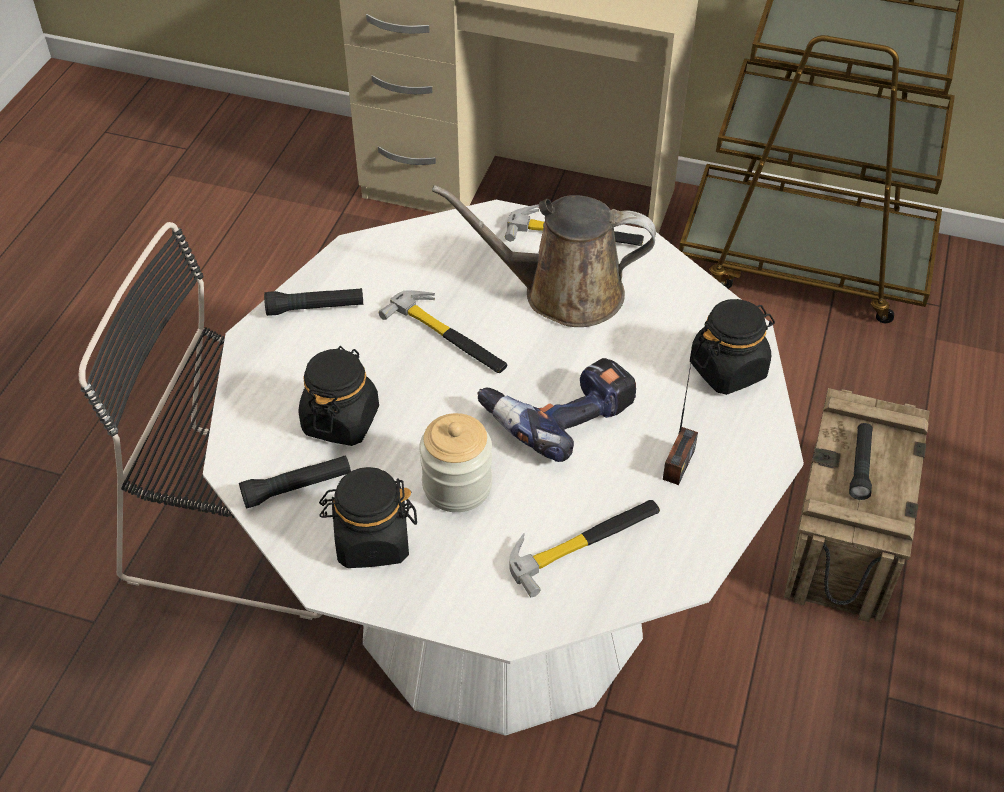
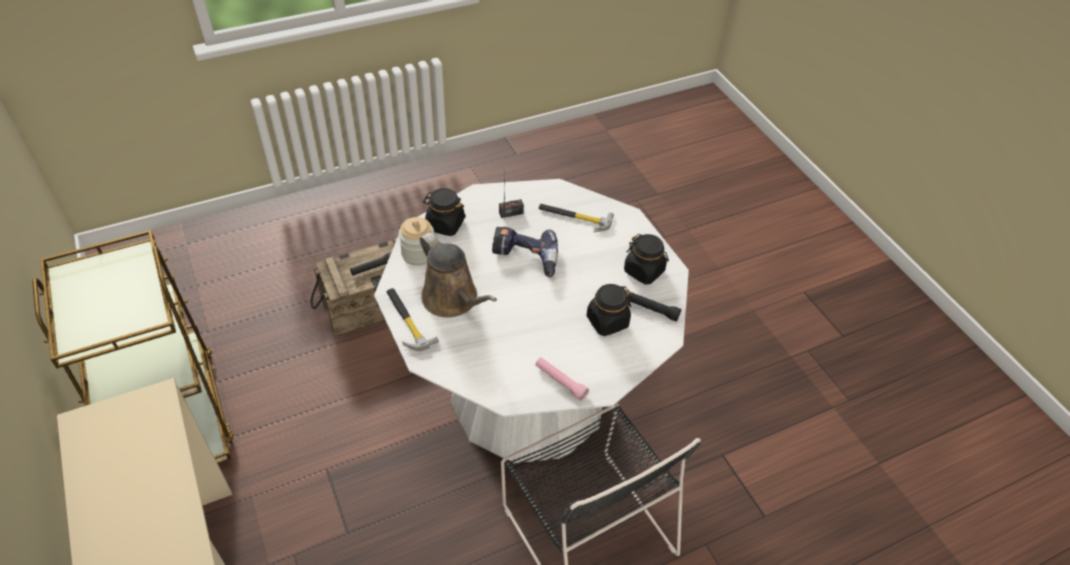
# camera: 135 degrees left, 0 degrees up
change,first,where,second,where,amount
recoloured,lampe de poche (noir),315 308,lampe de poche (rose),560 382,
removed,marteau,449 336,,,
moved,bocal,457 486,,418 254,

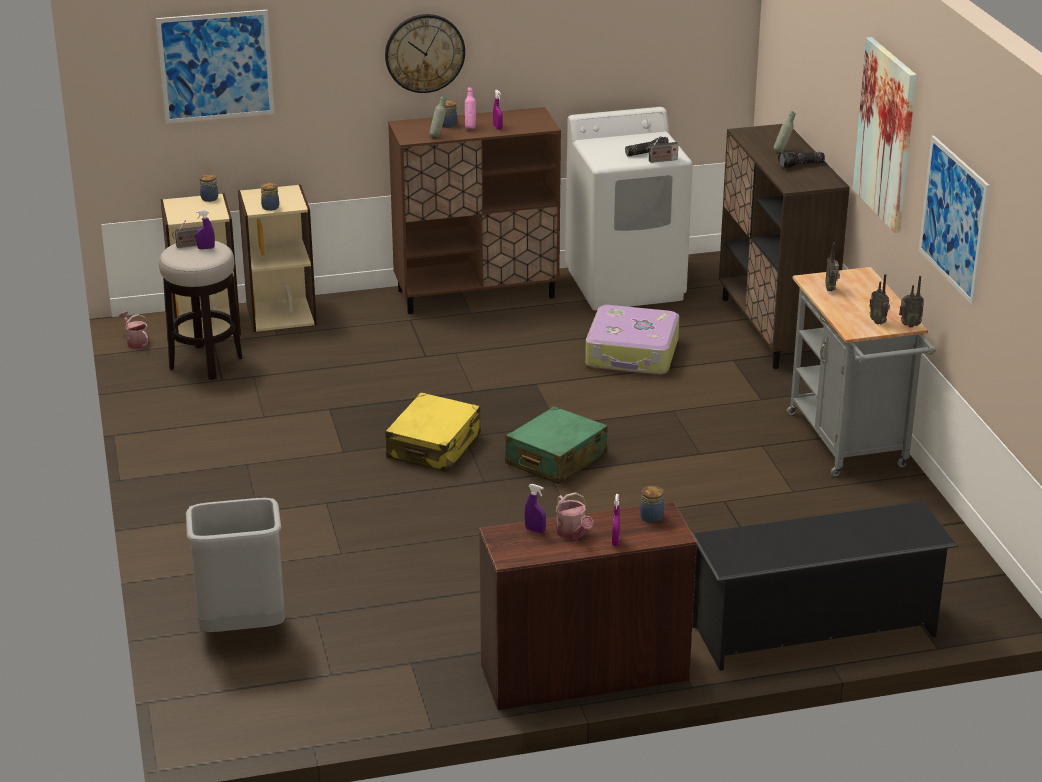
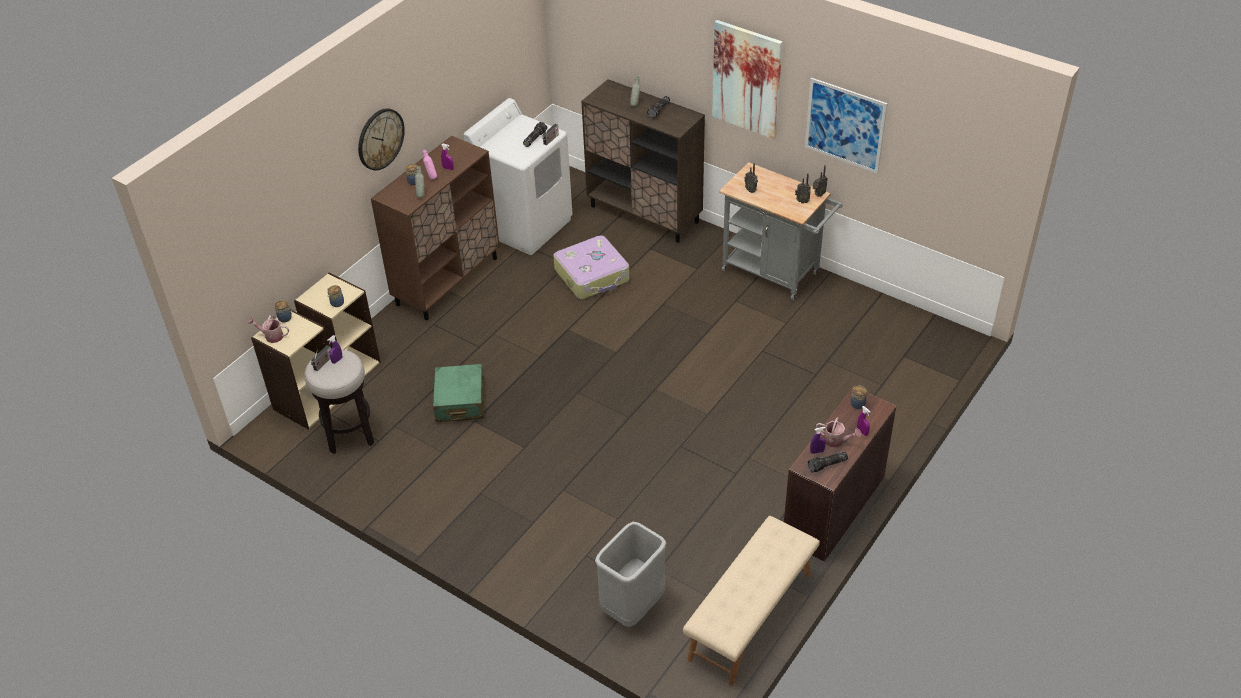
# camera: 40 degrees left, 15 degrees up
change,first,where,second,where,amount
removed,tableau,216 66,,,
moved,arrosoir,136 342,,271 336,
removed,valise (jaune),434 446,,,
moved,valise (vert),555 459,,460 401,
removed,étagère à chaussures (noir),814 631,,,
added,,,lampe de poche,827 465,
added,,,banc (beige),751 617,

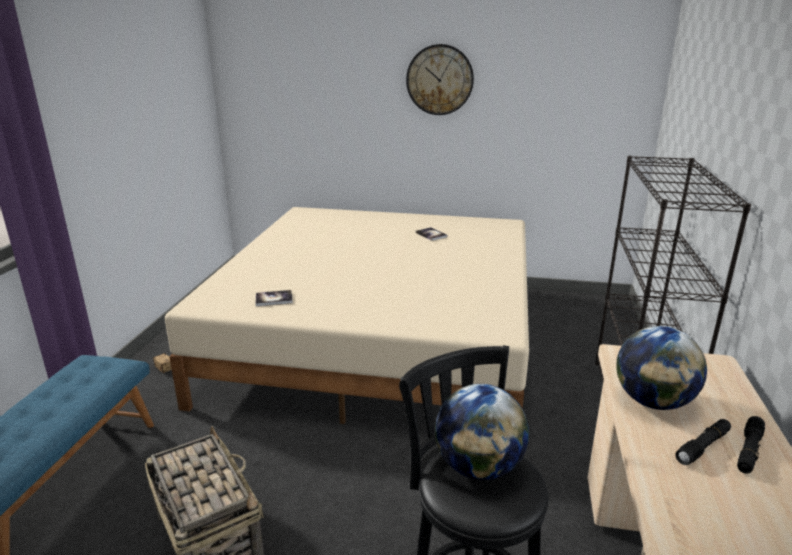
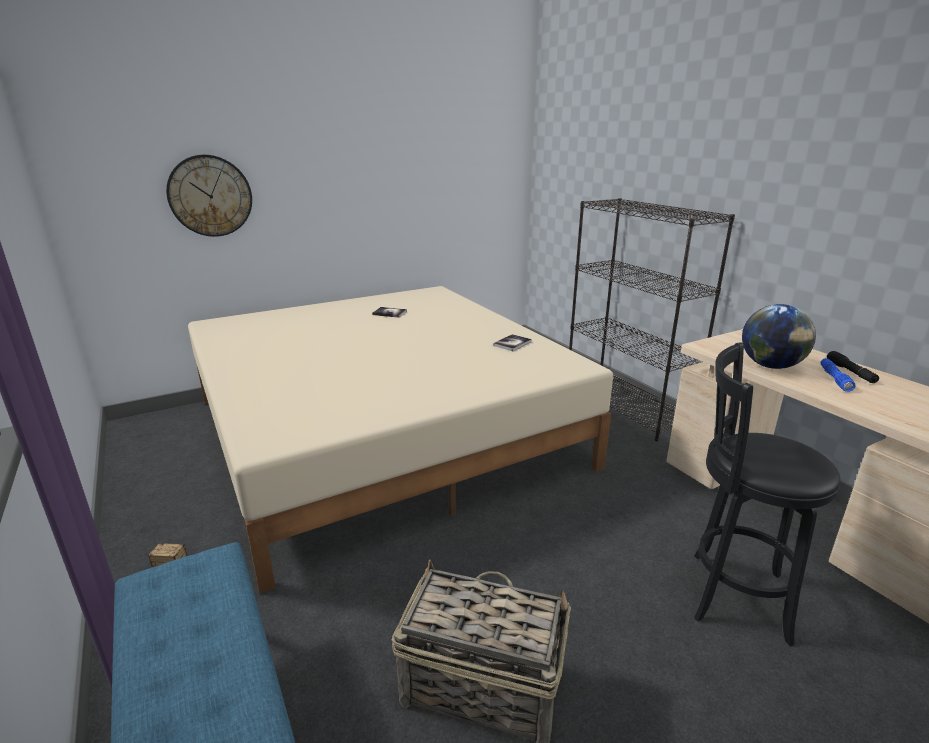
# camera: 40 degrees left, 0 degrees up
change,first,where,second,where,amount
moved,horloge murale,439 80,,210 196,
moved,livre,274 299,,512 343,
removed,globe,479 467,,,
recoloured,lampe de poche (noir),703 447,lampe de poche (bleu),834 379,

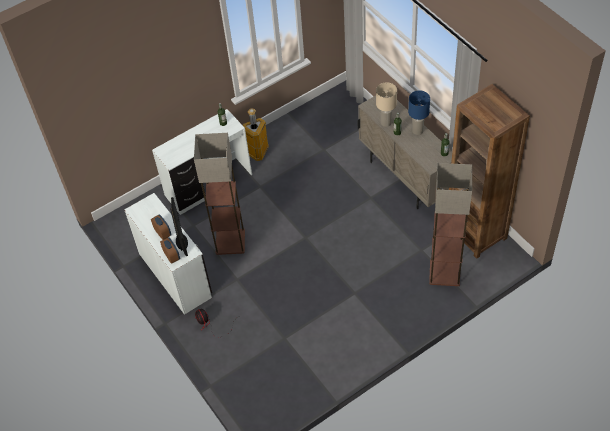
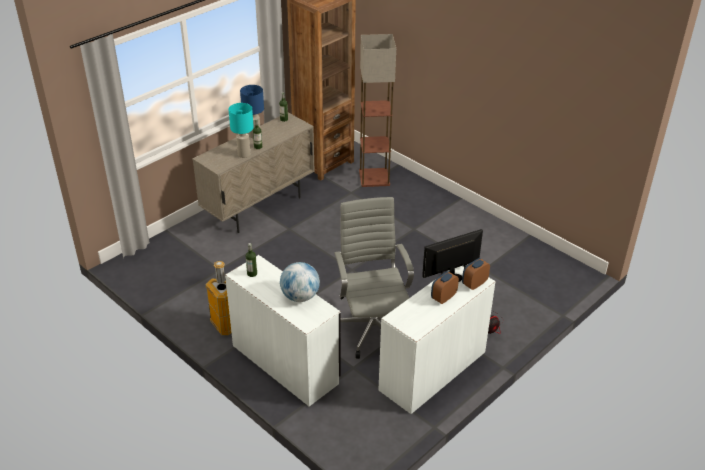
# camera: 105 degrees left, 15 degrees down
change,first,where,second,where,amount
recoloured,lampe de table (beige),386 123,lampe de table (turquoise),244 154,
replaced,lampadaire,231 242,chaise de bureau (gris),372 328,
added,,,globe,300 296,

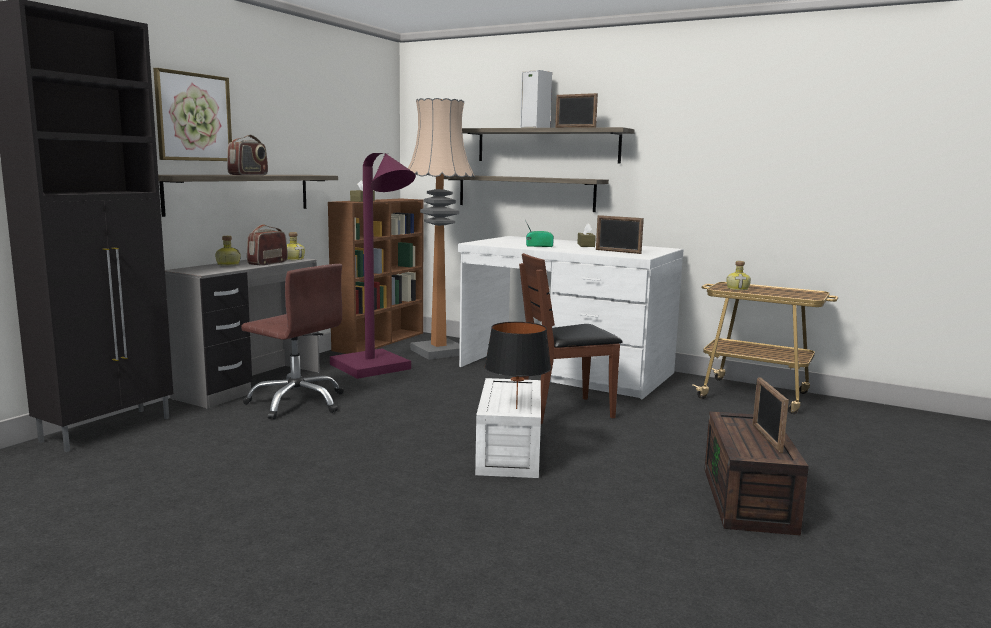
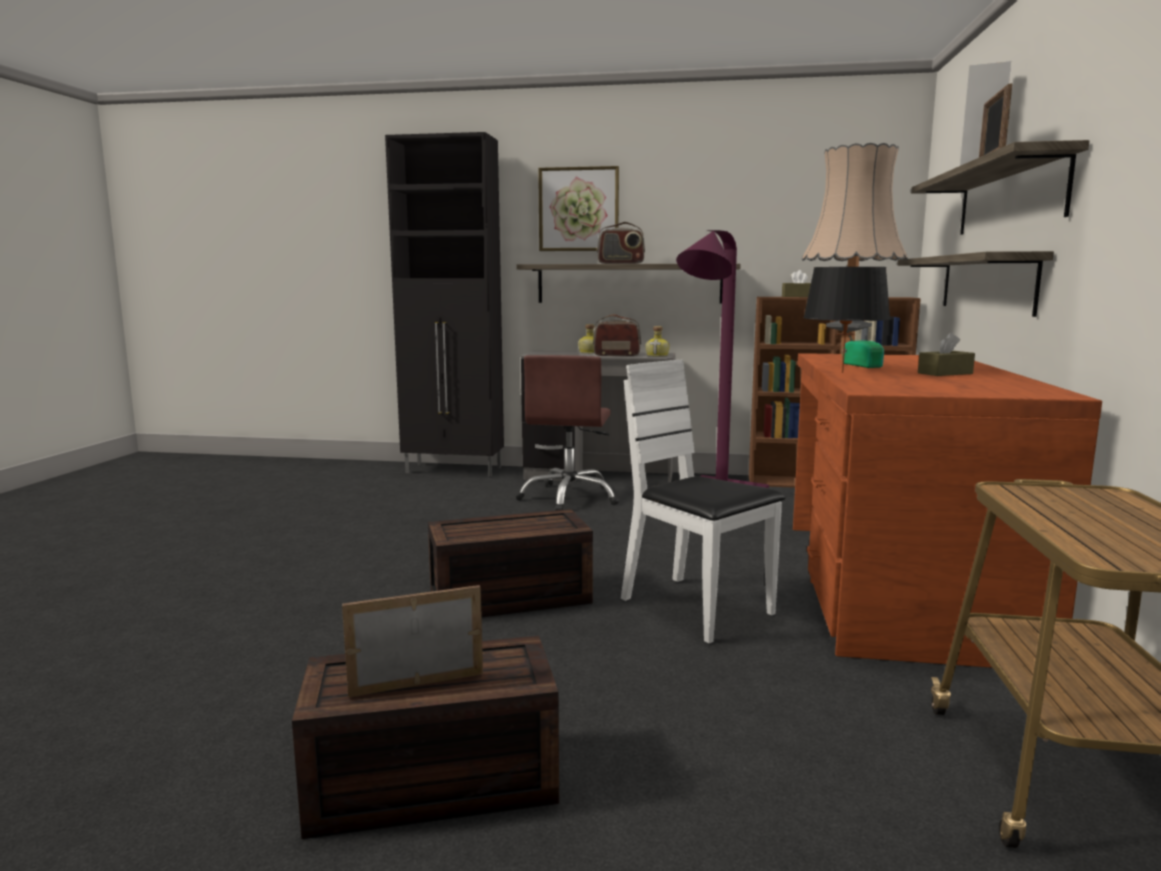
# camera: 70 degrees right, 0 degrees up
change,first,where,second,where,amount
removed,cadre photo,618 251,,,
recoloured,bureau (blanc),566 370,bureau (marron),896 585,
recoloured,chaise (marron),565 411,chaise (blanc),695 608,
removed,bouteille,738 289,,,
moved,lampe de table (noir),516 409,,842 372,
recoloured,boîte de rangement (blanc),511 453,boîte de rangement (marron),508 598,

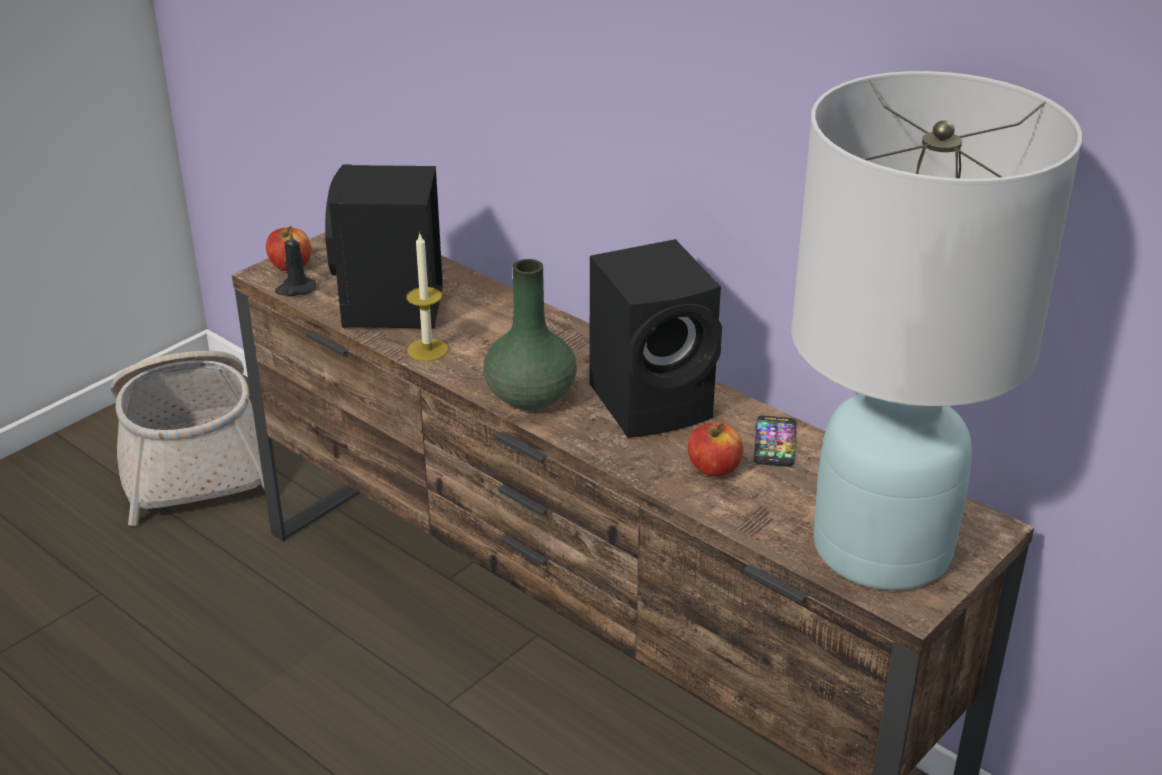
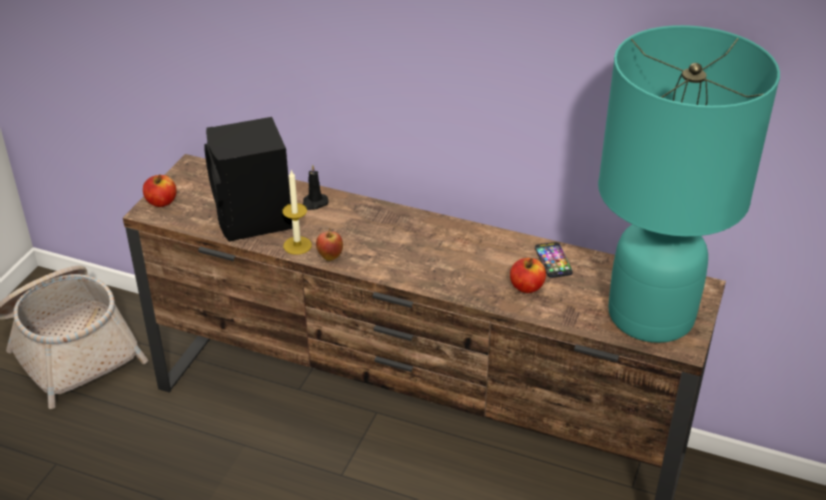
# camera: 20 degrees left, 5 degrees up
change,first,where,second,where,amount
recoloured,lampe de table (blanc),881 548,lampe de table (turquoise),650 316,
moved,bougie (noir),295 289,,314 203,
removed,enceinte (noir),655 402,,,
removed,vase (vert),531 397,,,
added,,,pomme,330 257,

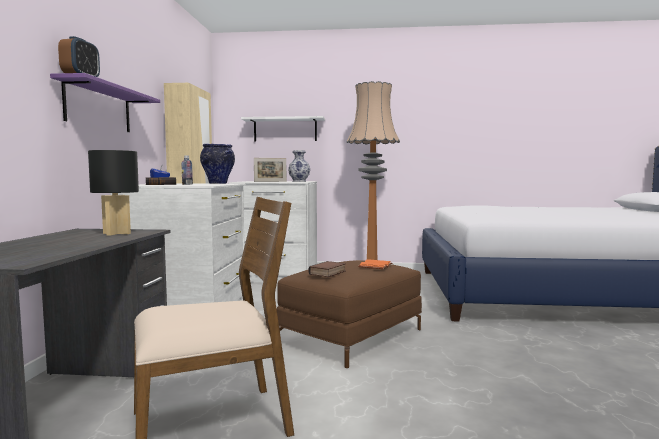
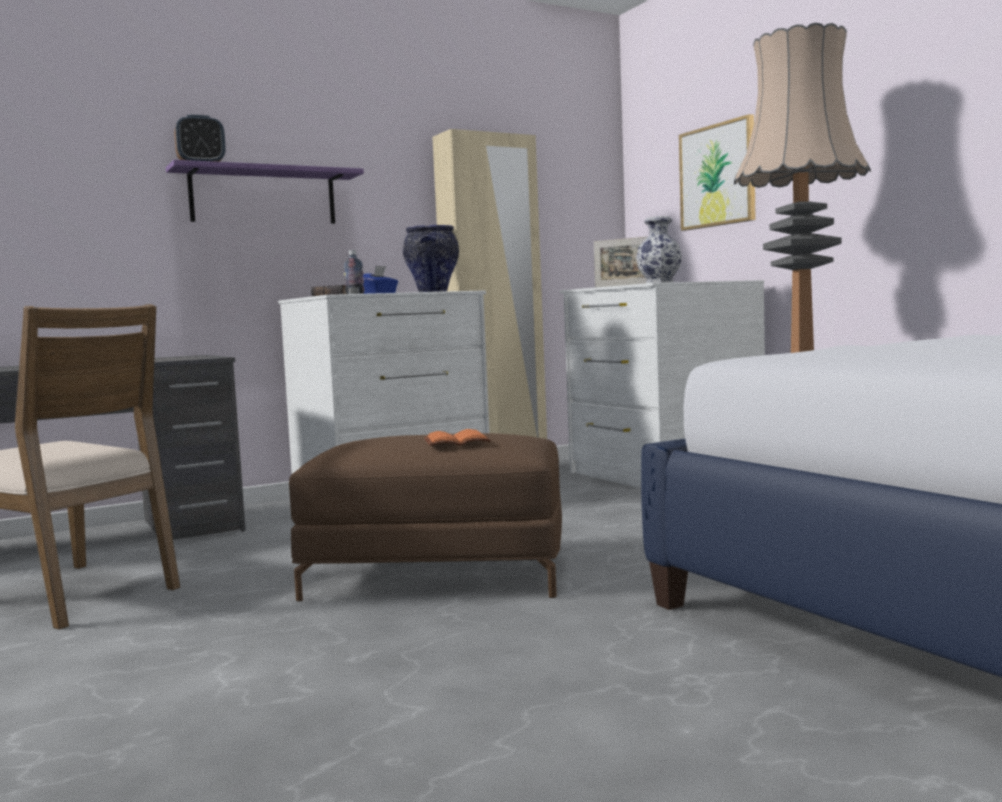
# camera: 55 degrees right, 0 degrees up
change,first,where,second,where,amount
replaced,étagère (blanc),285 130,tableau,717 175,
removed,lampe de table (noir),116 233,,,
removed,livre,328 273,,,

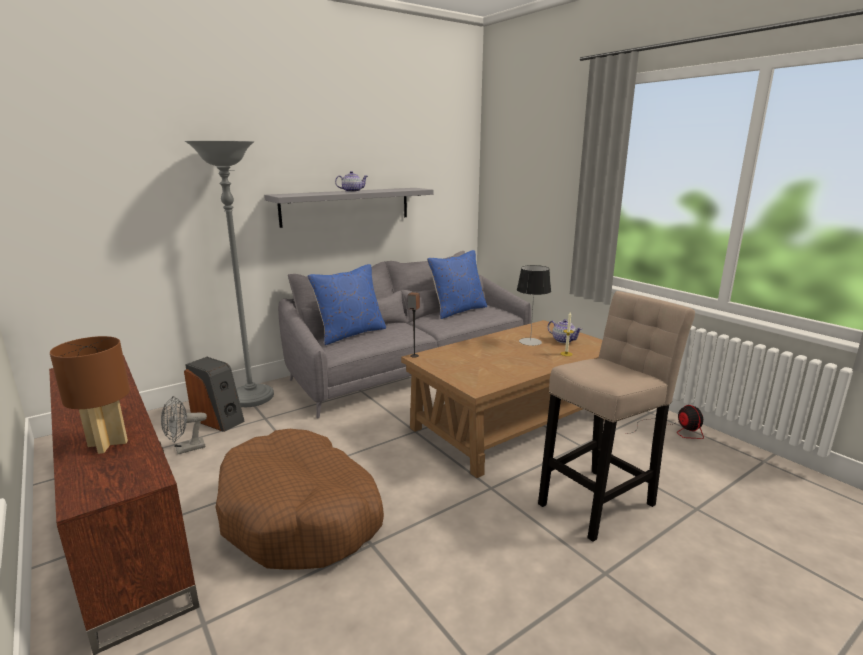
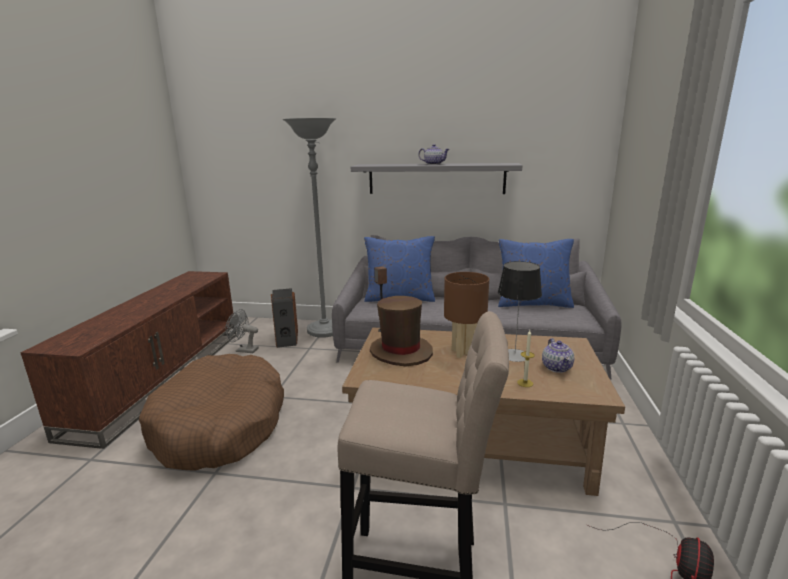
# camera: 45 degrees right, 0 degrees up
change,first,where,second,where,amount
moved,lampe de table (marron),108 443,,464 352,
added,,,chapeau (marron),401 352,

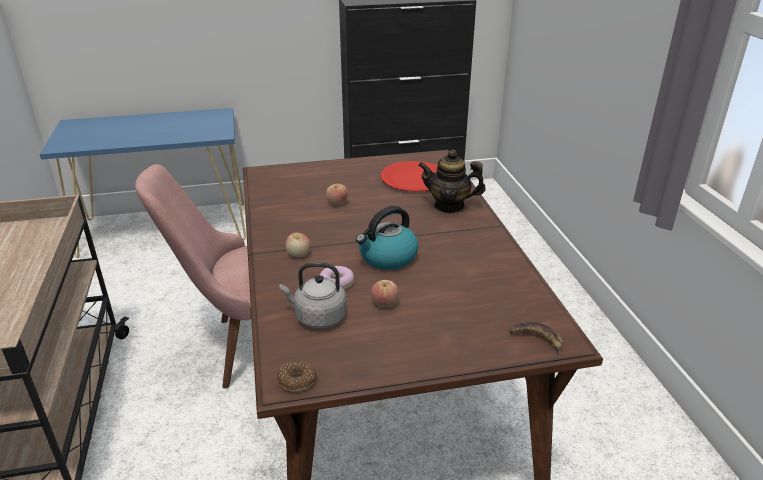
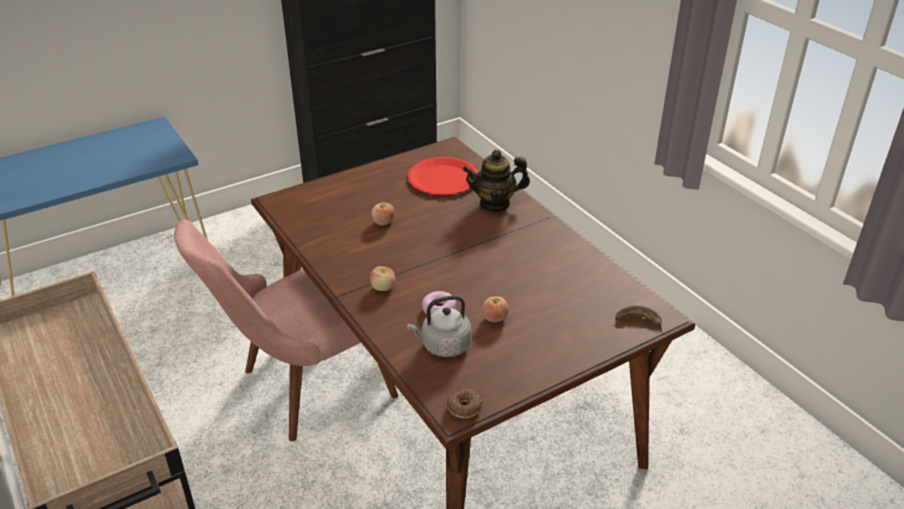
# camera: 20 degrees left, 5 degrees up
change,first,where,second,where,amount
removed,bouilloire,387 257,,,

